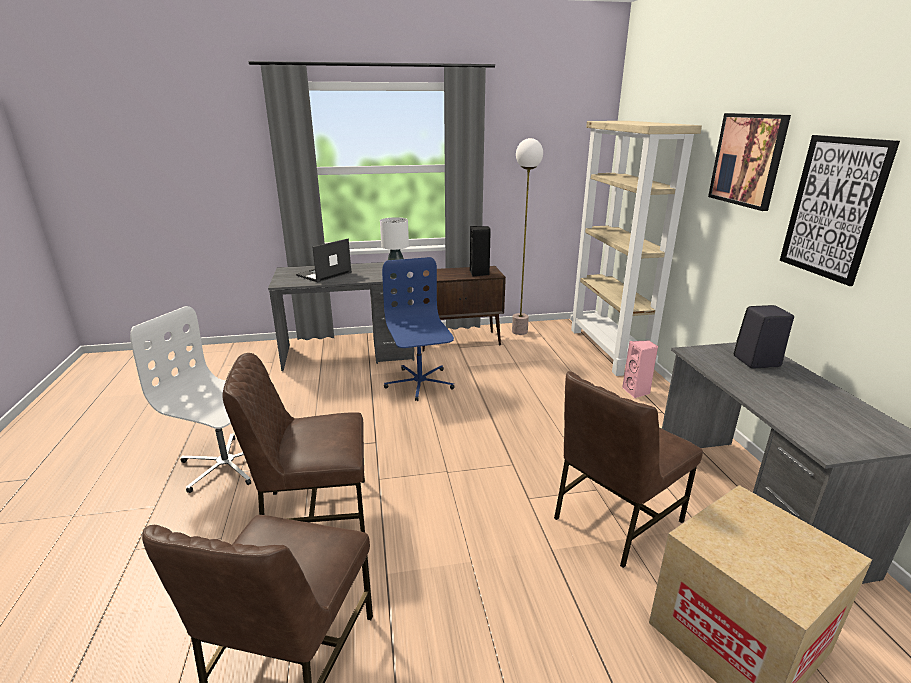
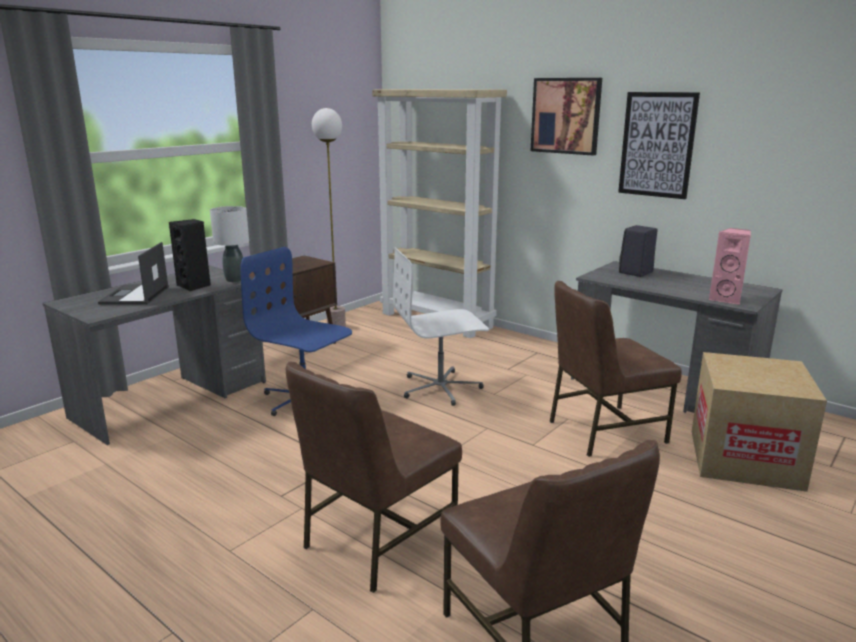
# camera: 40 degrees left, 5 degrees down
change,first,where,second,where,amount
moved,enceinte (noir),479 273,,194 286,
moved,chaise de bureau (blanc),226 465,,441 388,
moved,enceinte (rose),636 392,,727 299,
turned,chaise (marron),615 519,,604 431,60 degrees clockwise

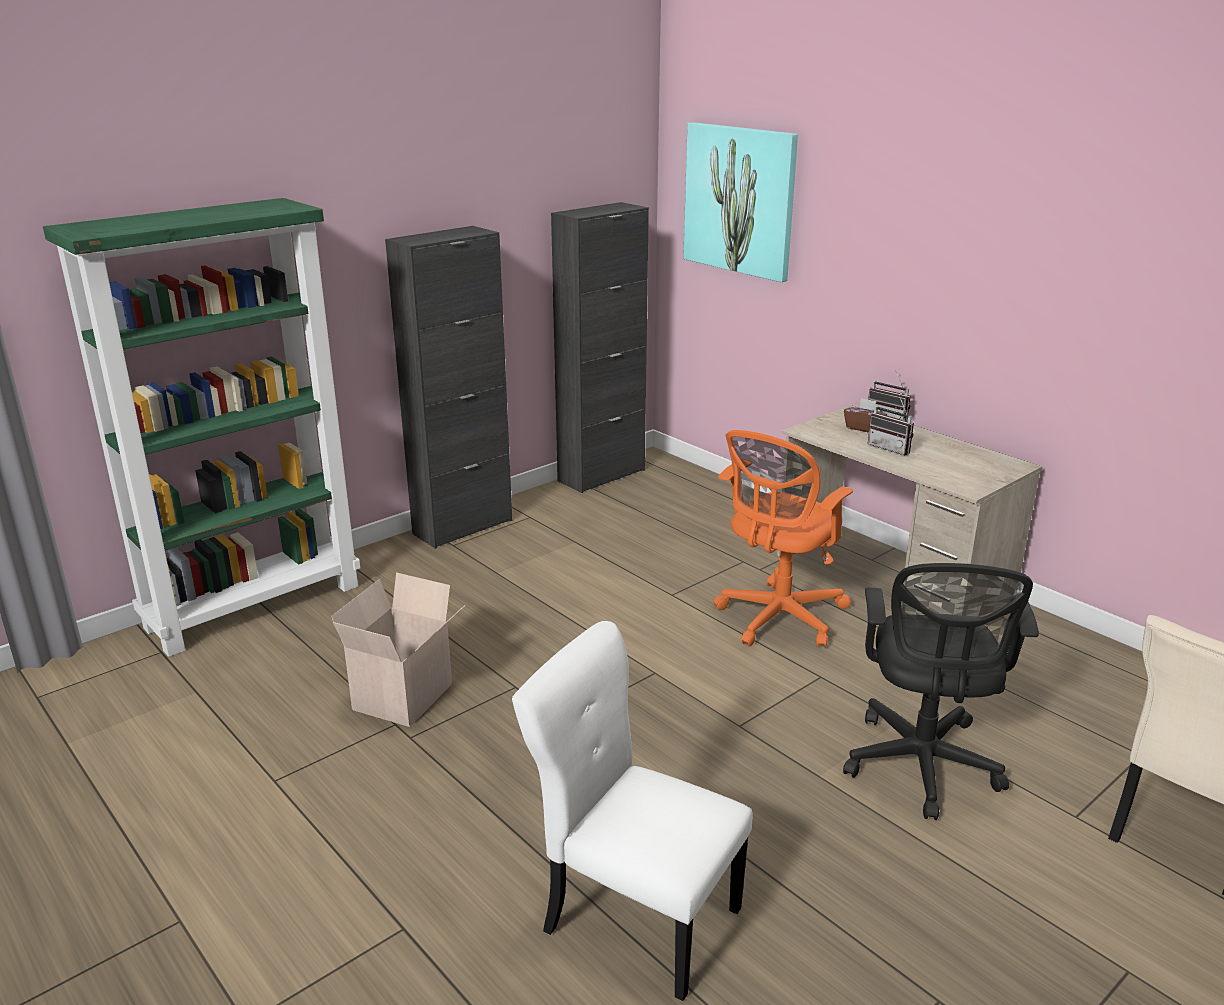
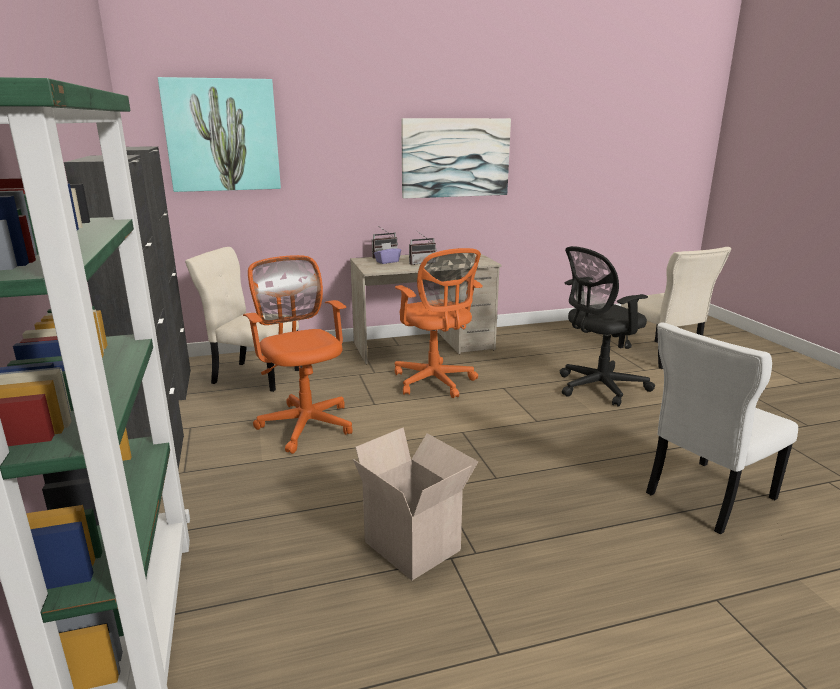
# camera: 65 degrees left, 5 degrees down
change,first,where,second,where,amount
recoloured,boîte à mouchoirs (marron),864 428,boîte à mouchoirs (violet),387 262,
turned,chaise de bureau (noir),921 768,,597 388,120 degrees clockwise
added,,,tableau,455 158,
added,,,chaise (beige),253 376,
added,,,chaise de bureau (orange),305 423,

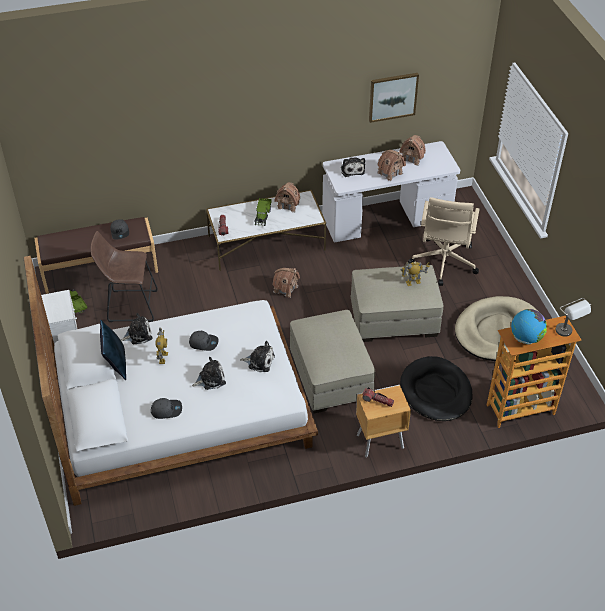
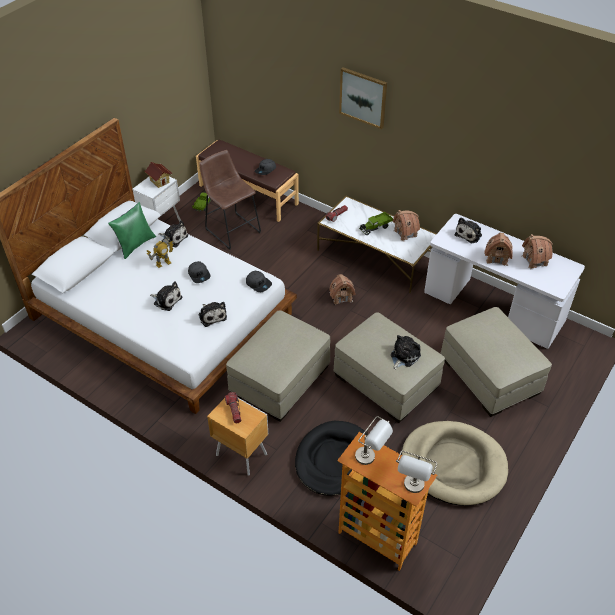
# camera: 50 degrees right, 0 degrees up
change,first,where,second,where,amount
moved,tableau,392 96,,363 97,
replaced,chaise de bureau (beige),443 263,pouf (beige),489 375,
replaced,robot jouet,413 282,peluche,404 356,
replaced,globe,526 338,lampe de table (gris),371 459,
recoloured,coussin (bleu),115 363,coussin (vert),135 245,
moved,casquette (gris),166 410,,258 283,
added,,,maison miniature,159 181,

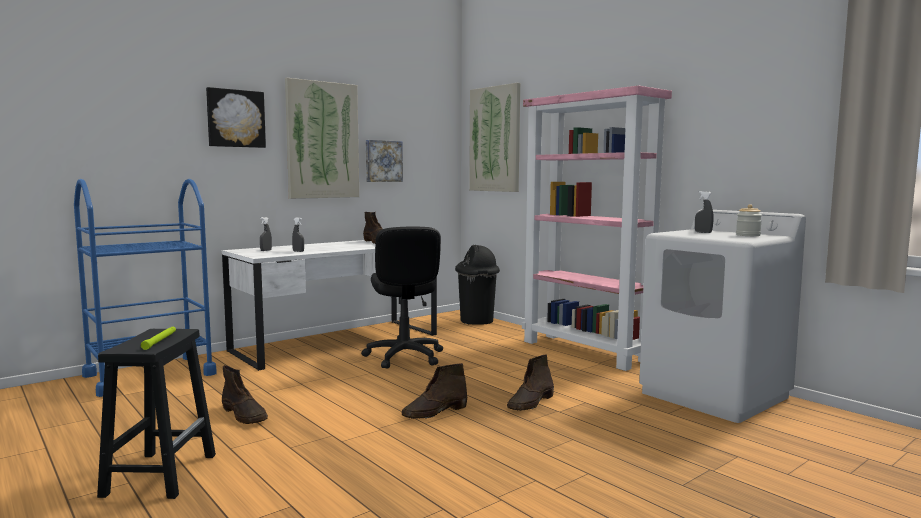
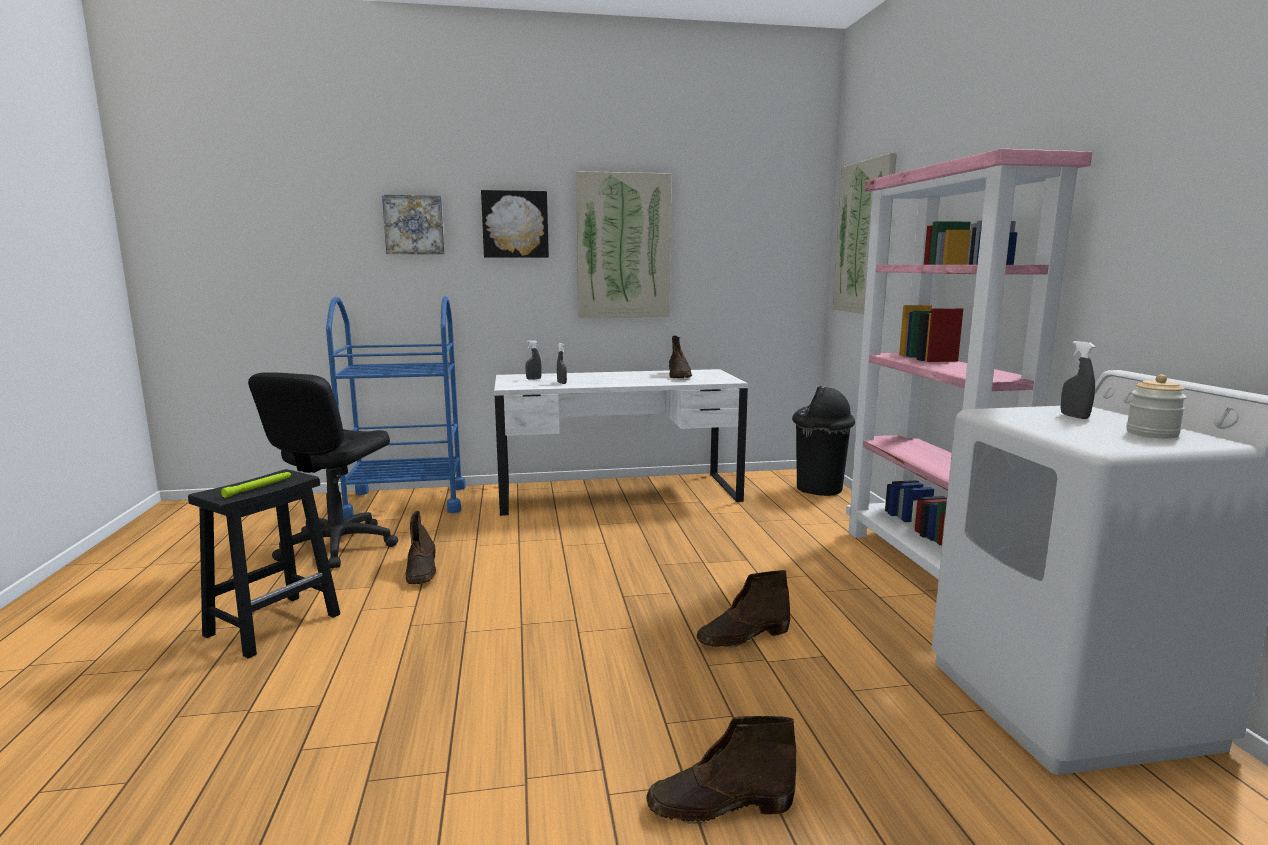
# camera: 30 degrees right, 5 degrees up
change,first,where,second,where,amount
moved,tableau,383 161,,414 225,
moved,chaise de bureau (noir),404 357,,337 546,
moved,botte (marron),434 412,,719 805,

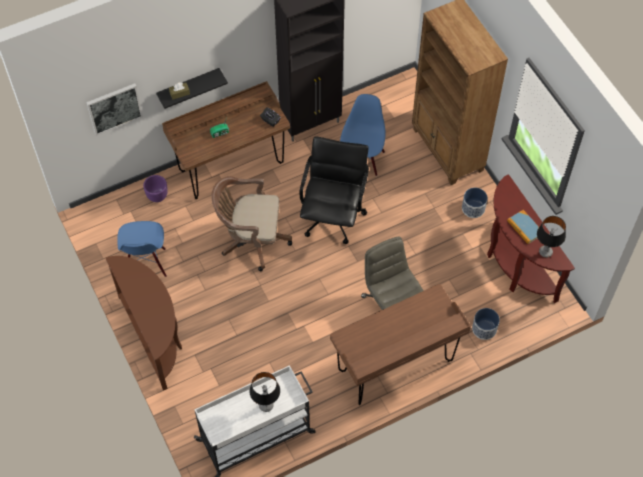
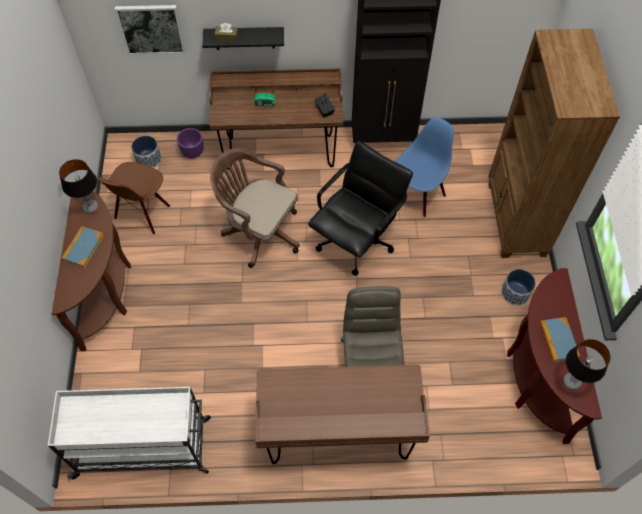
# camera: 25 degrees right, 0 degrees up
change,first,where,second,where,amount
recoloured,chaise (bleu),146 263,chaise (marron),143 213,
moved,cache-pot,484 329,,148 159,
moved,lampe de table,266 405,,91 207,
added,,,livre,83 248,

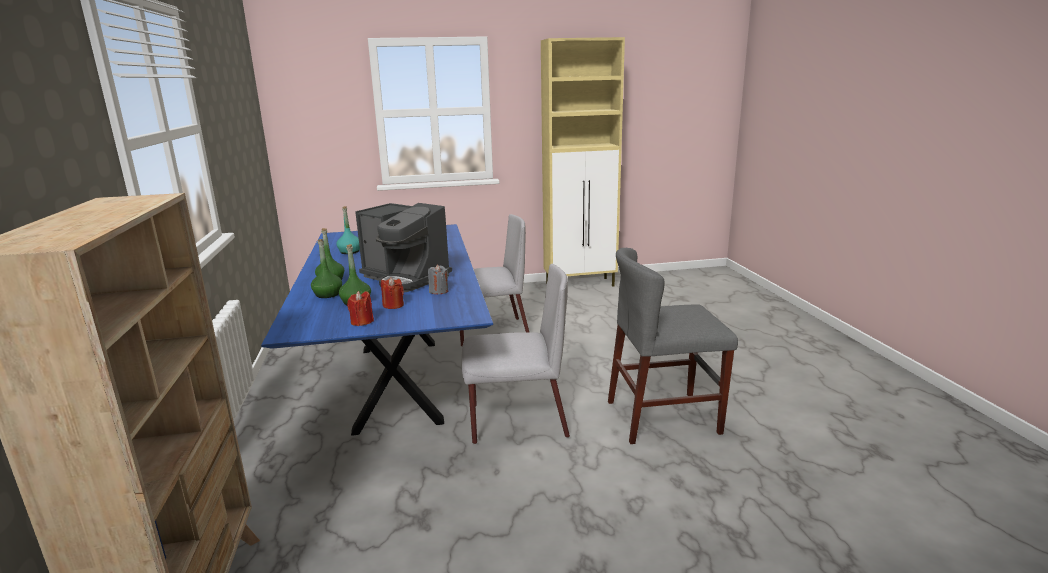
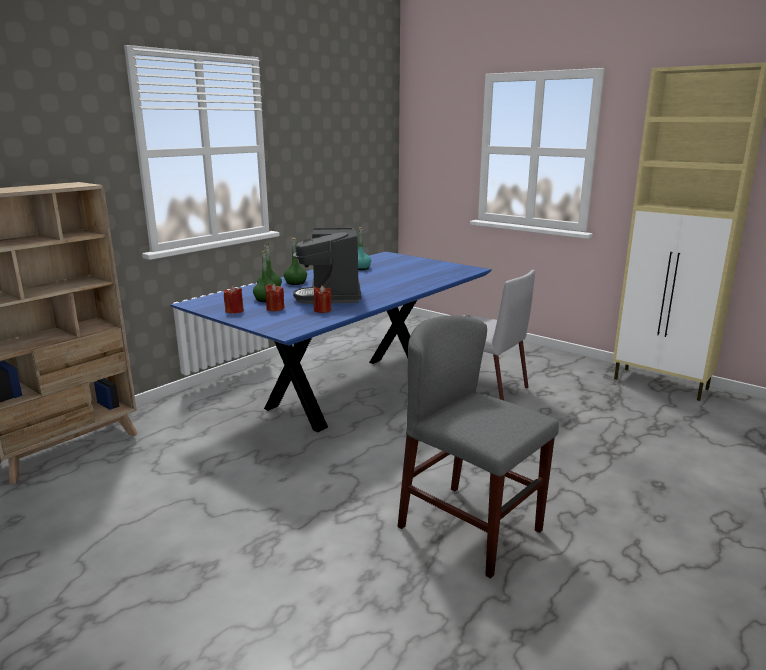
# camera: 50 degrees right, 0 degrees up
change,first,where,second,where,amount
recoloured,bougie (gris),438 291,bougie (rouge),322 310,
removed,chaise (gris),516 421,,,

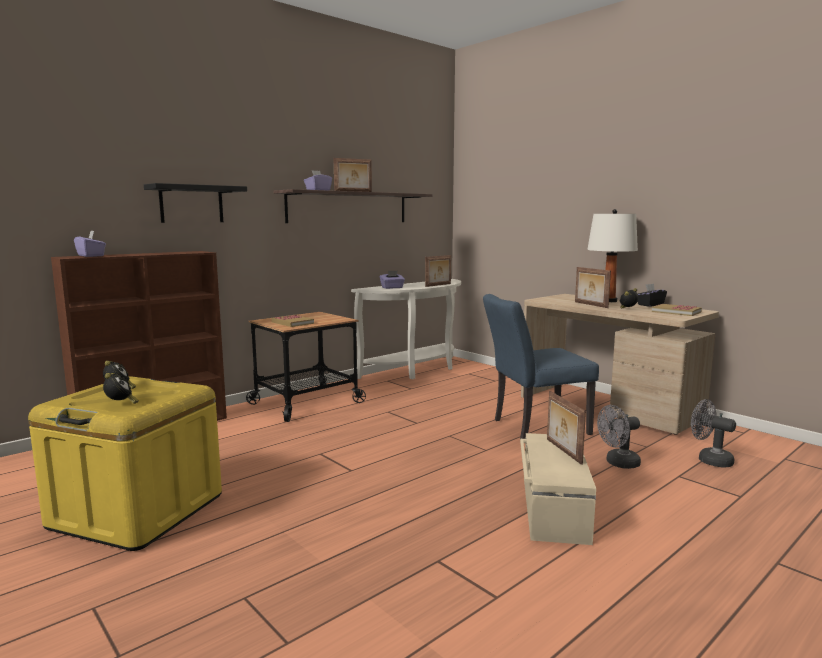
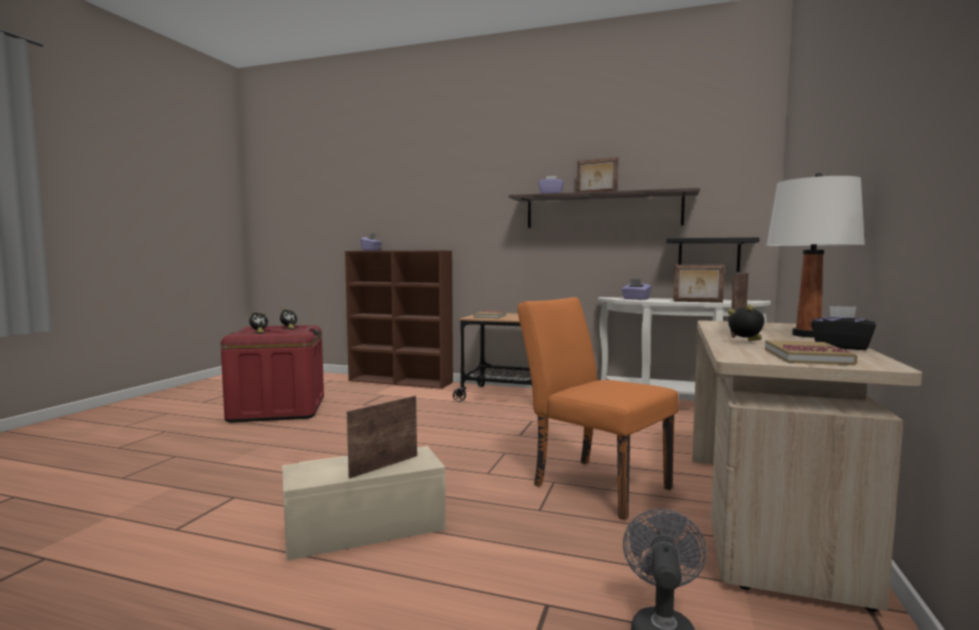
# camera: 60 degrees right, 5 degrees down
change,first,where,second,where,amount
moved,étagère (noir),191 204,,709 255,
recoloured,chaise (bleu),534 427,chaise (orange),593 484,
recoloured,boîte de rangement (jaune),137 511,boîte de rangement (rouge),278 409,
removed,ventilateur (gris),618 463,,,

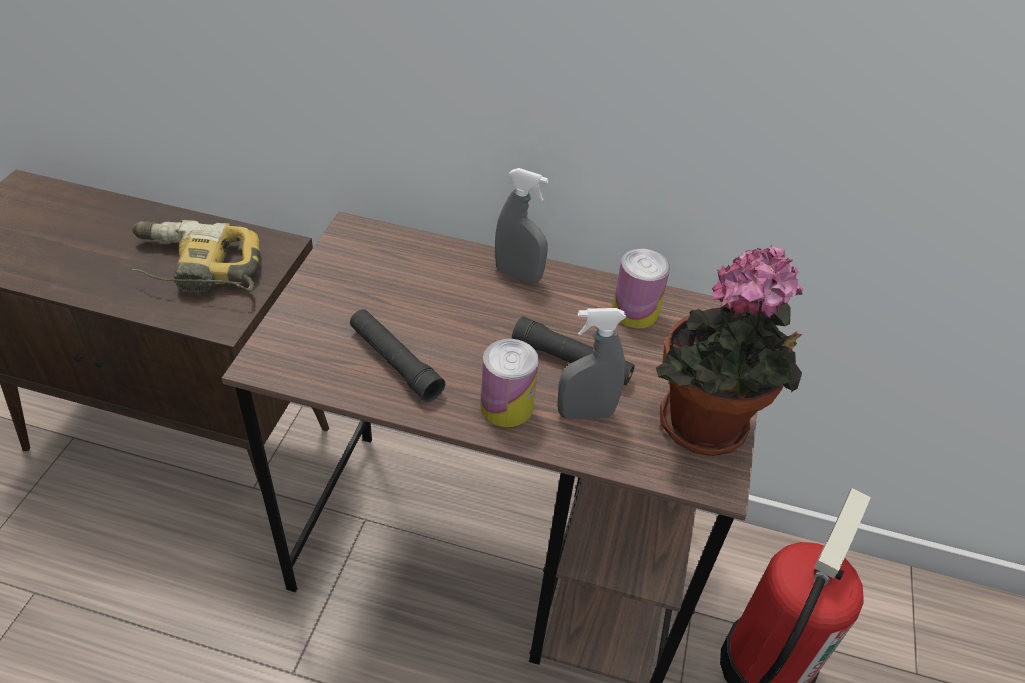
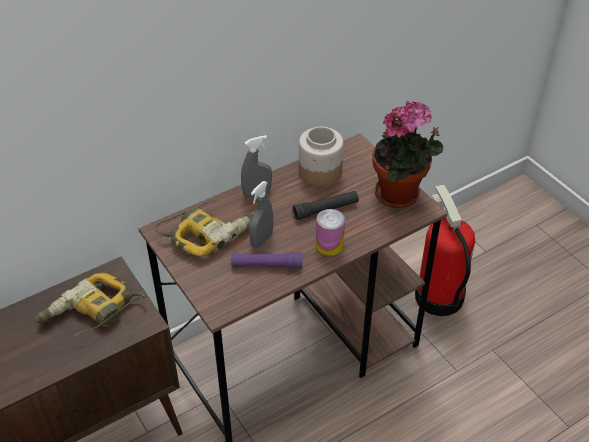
# camera: 45 degrees left, 0 degrees up
change,first,where,second,where,amount
replaced,boîte métallique,635 311,bocal,319 172,
moved,vaporisateur (gris),585 413,,261 240,
recoloured,lampe de poche (noir),395 362,lampe de poche (violet),266 265,
added,,,perceuse,210 231,

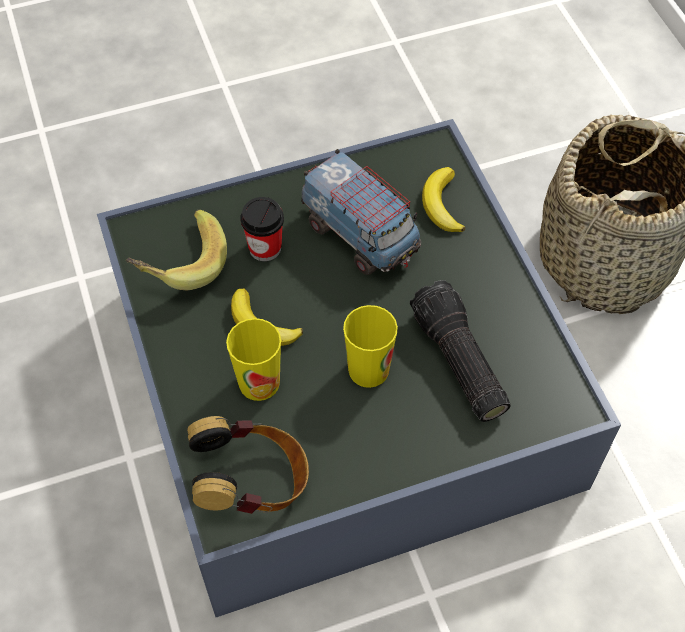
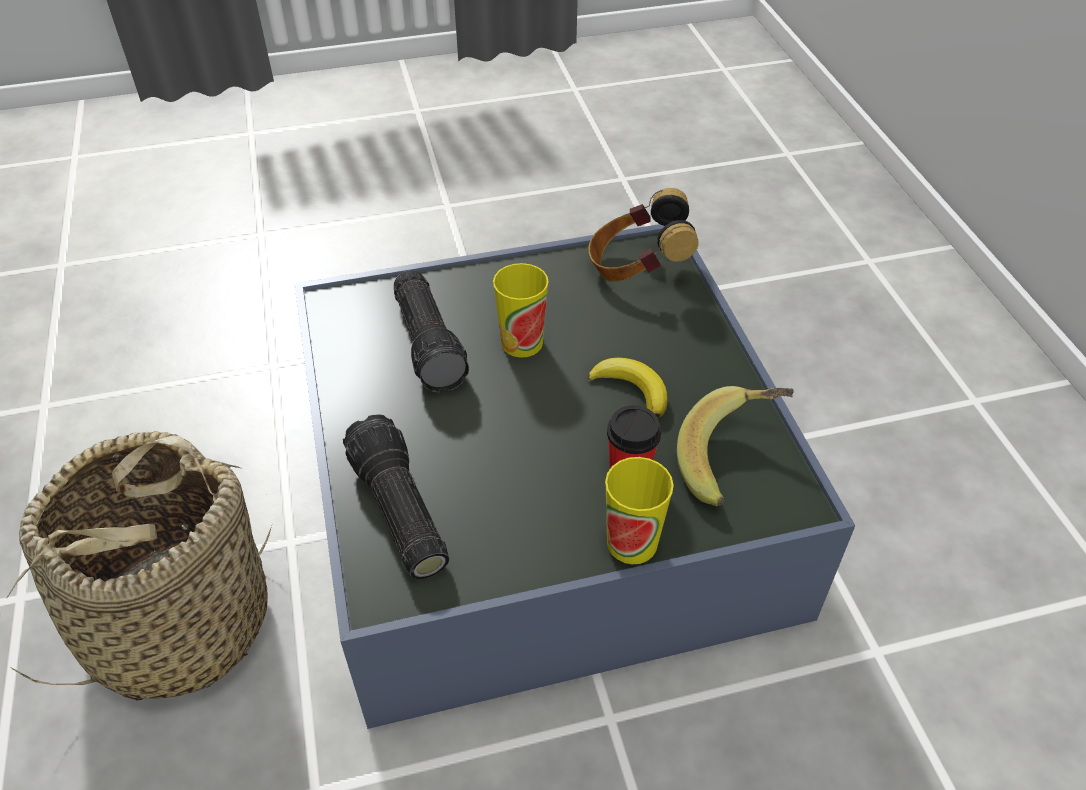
# camera: 175 degrees left, 10 degrees down
change,first,where,second,where,amount
removed,camion jouet,360 236,,,
replaced,banane,442 204,lampe de poche,396 511,
moved,tasse,259 382,,632 543,

